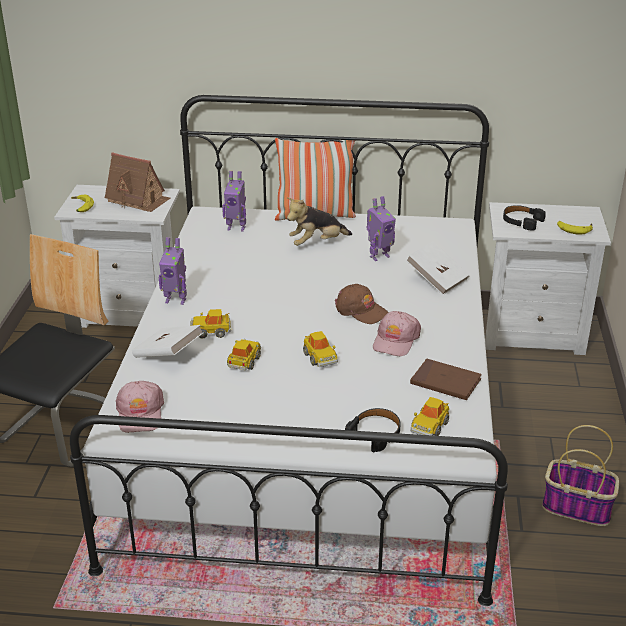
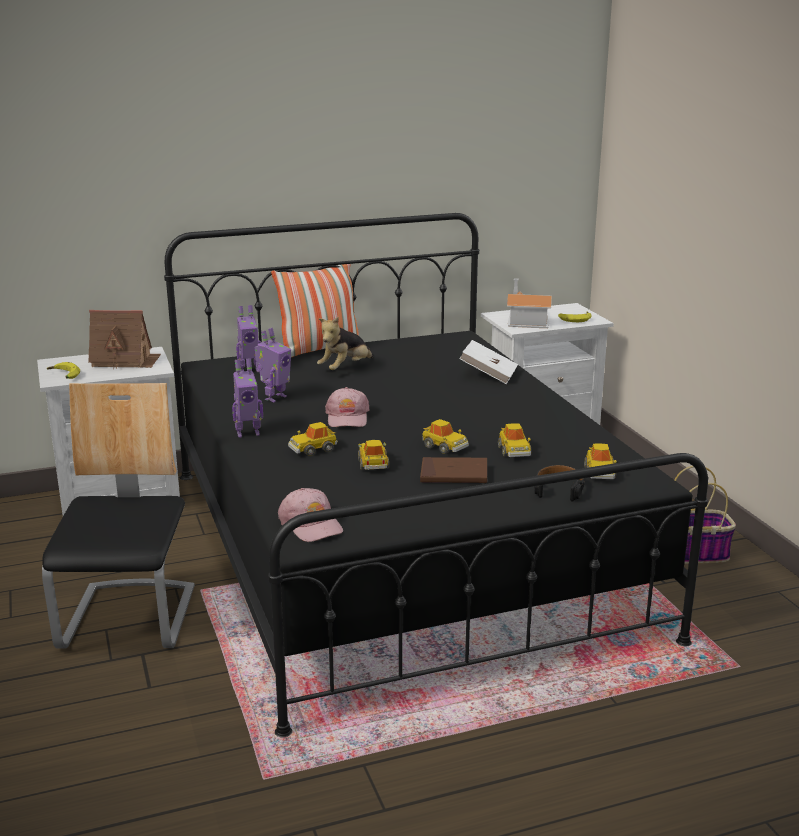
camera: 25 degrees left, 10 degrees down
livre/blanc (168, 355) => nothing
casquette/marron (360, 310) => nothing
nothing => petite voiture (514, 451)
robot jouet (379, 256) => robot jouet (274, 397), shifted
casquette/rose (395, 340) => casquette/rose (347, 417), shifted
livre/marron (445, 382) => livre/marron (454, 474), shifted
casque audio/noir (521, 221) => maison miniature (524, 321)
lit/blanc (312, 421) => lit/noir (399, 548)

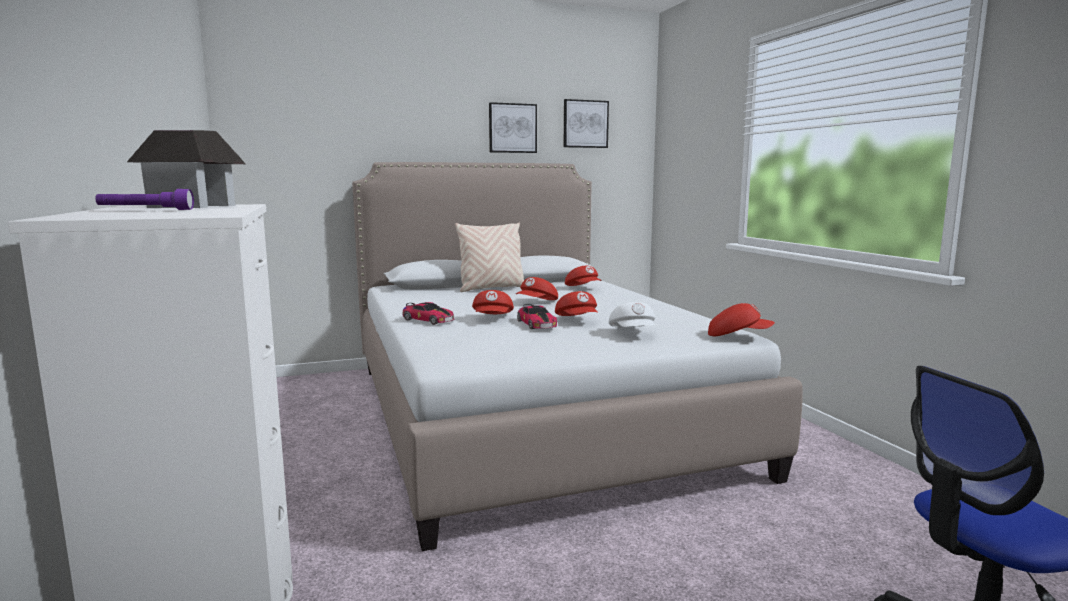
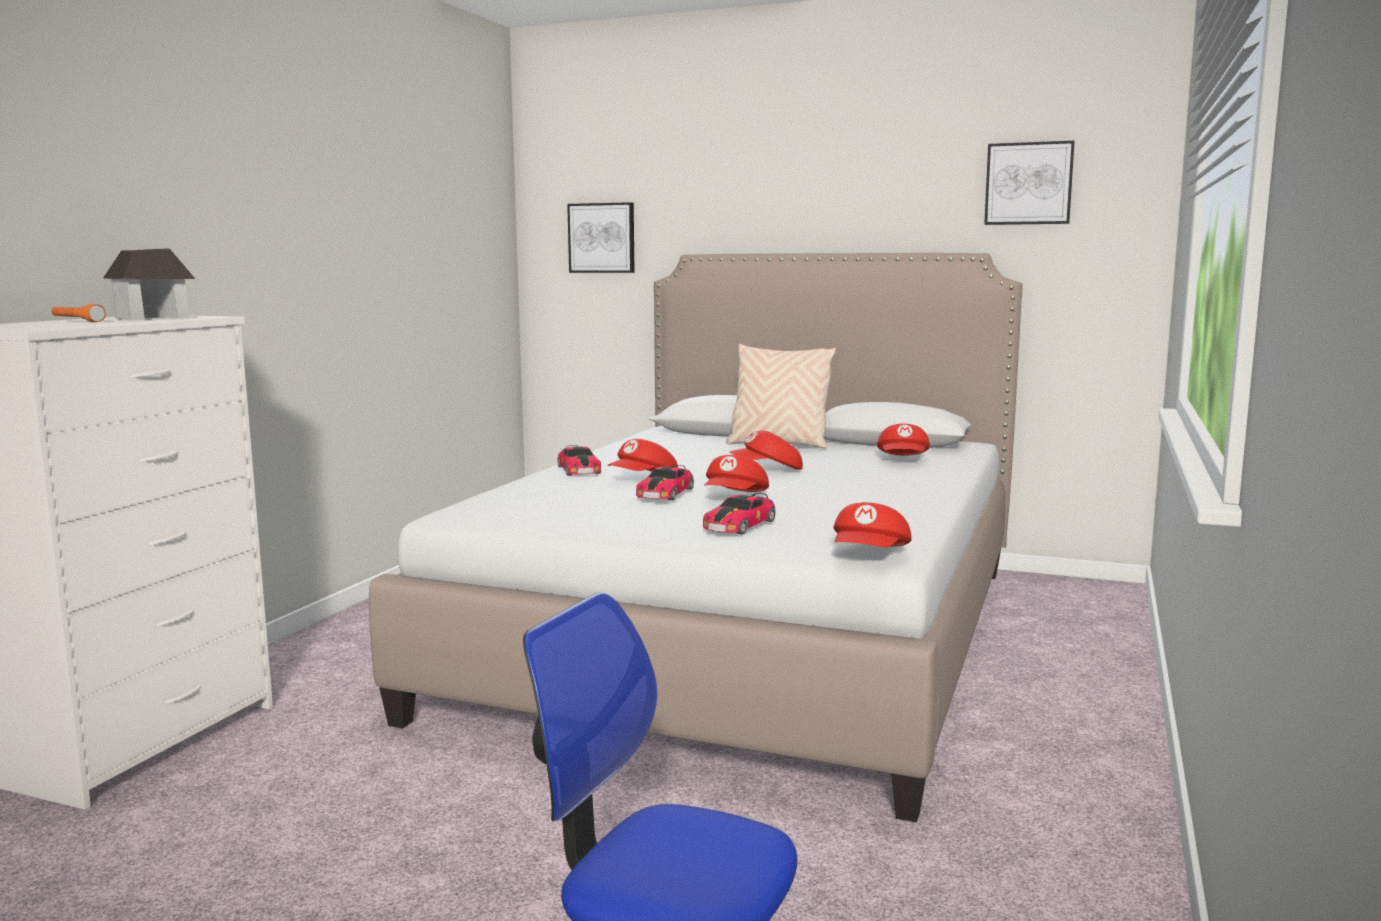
camera: 40 degrees right, 0 degrees up
tableau (512, 128) => tableau (602, 238), shifted
casquette/blanc (633, 333) => petite voiture (740, 525)
lampe de poche/violet (145, 210) => lampe de poche/orange (77, 321)
casquette/rouge (738, 336) => casquette/rouge (870, 556), 60 degrees clockwise

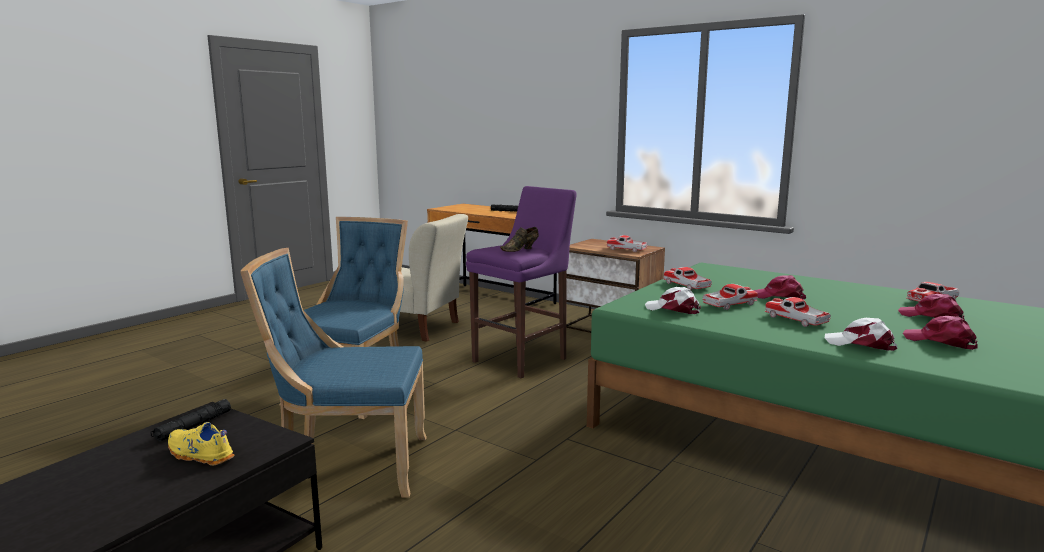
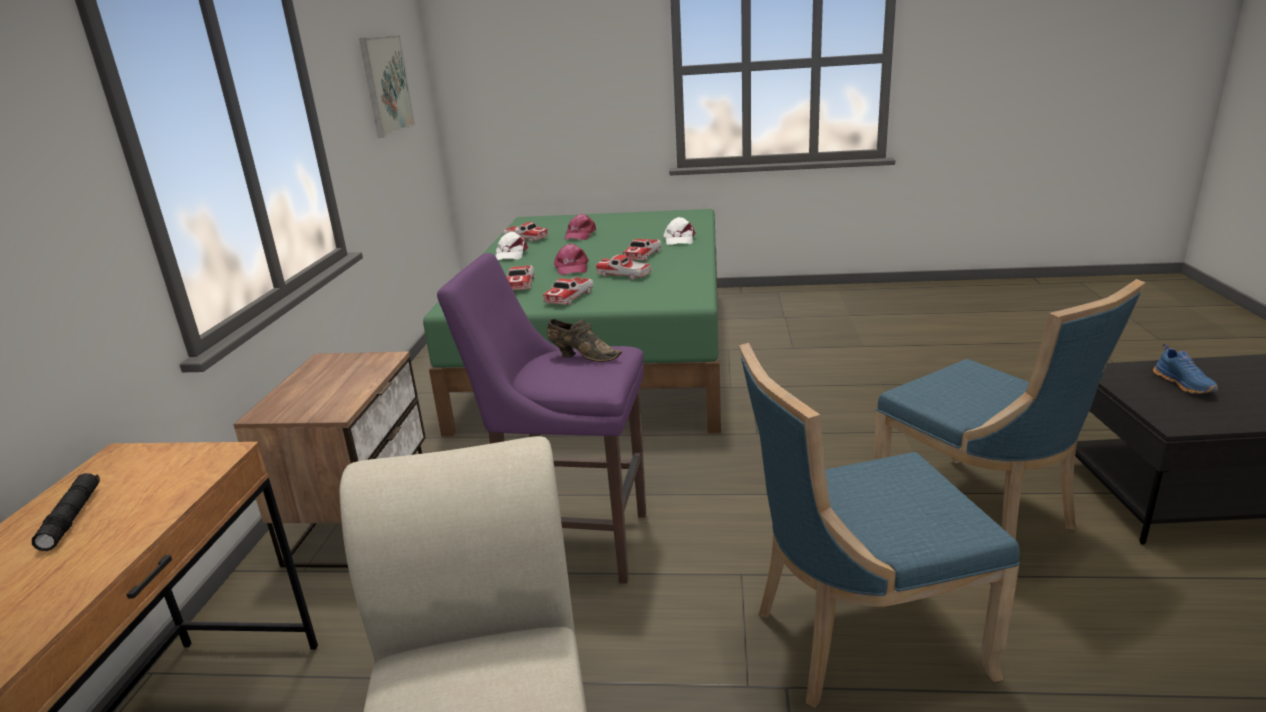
camera: 120 degrees left, 10 degrees up
lampe de poche/noir (193, 426) => nothing
casquette/rose (940, 341) => nothing
nothing => tableau (386, 85)
petite voiture (626, 249) => petite voiture (520, 284), shifted
casquette/blanc (673, 309) => casquette/blanc (511, 254), shifted
chaussure/jaune (199, 455) => chaussure/bleu (1185, 384)

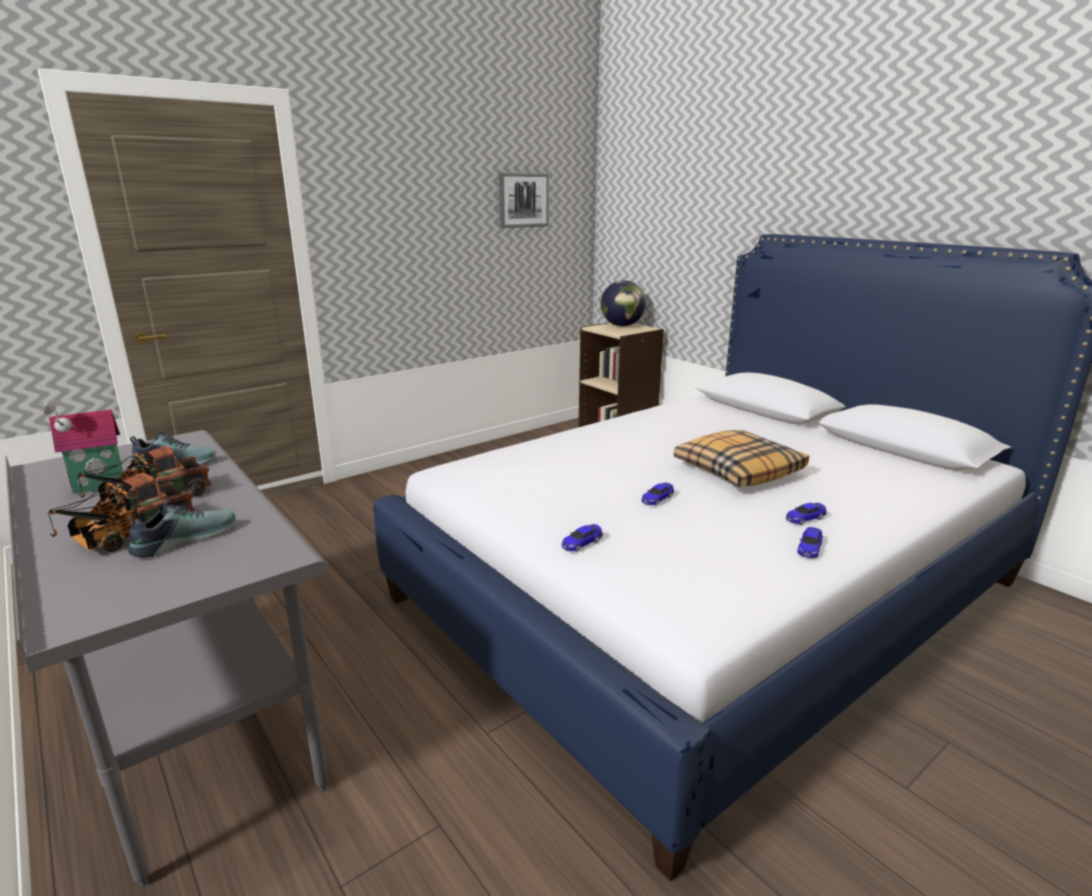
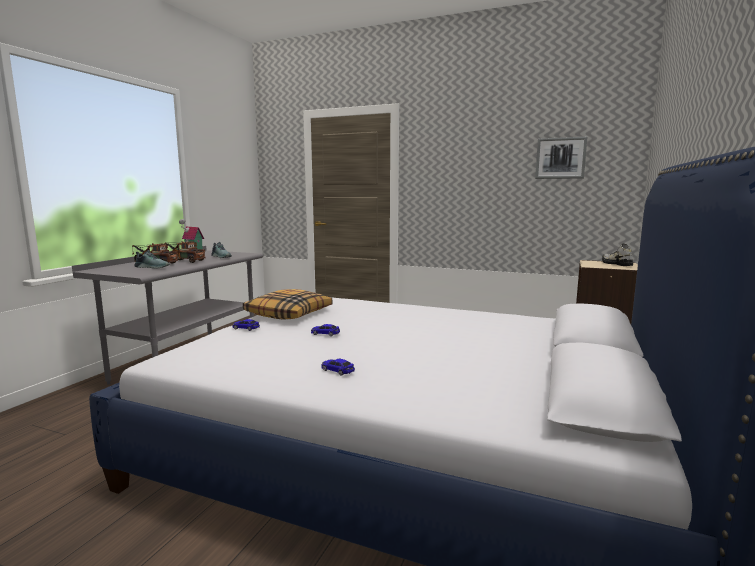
camera: 60 degrees right, 10 degrees down
petite voiture (809, 548) => nothing
coussin (737, 470) => coussin (289, 314), shifted
globe (622, 326) => chaussure (616, 264)

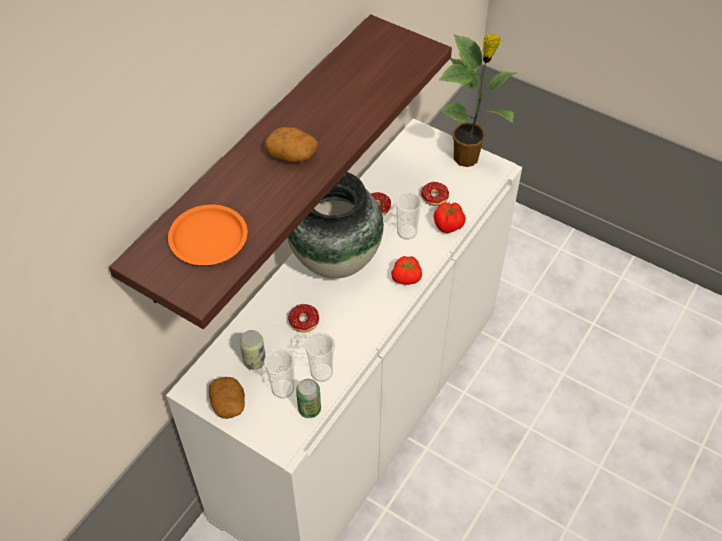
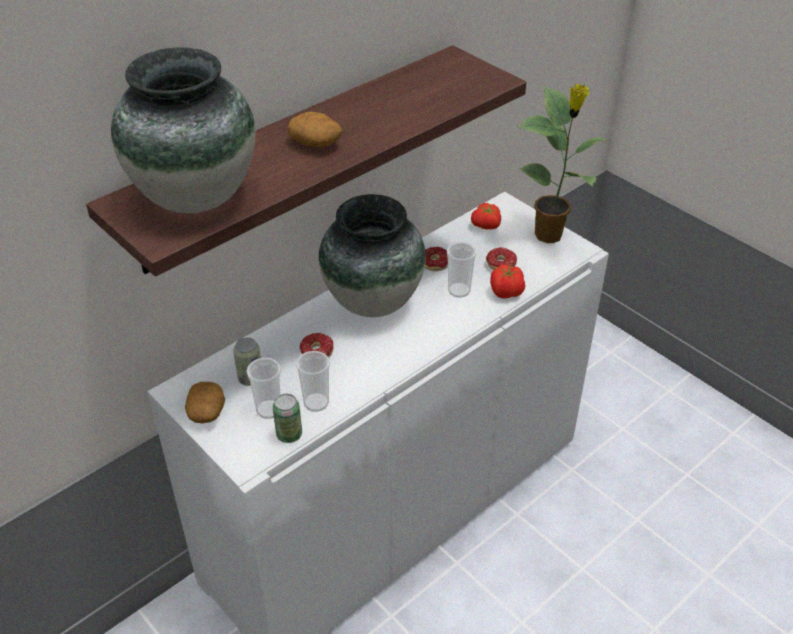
camera: 15 degrees right, 10 degrees down
tomate (407, 277) => tomate (487, 225), shifted
assiette/orange (209, 238) => vase (196, 196)

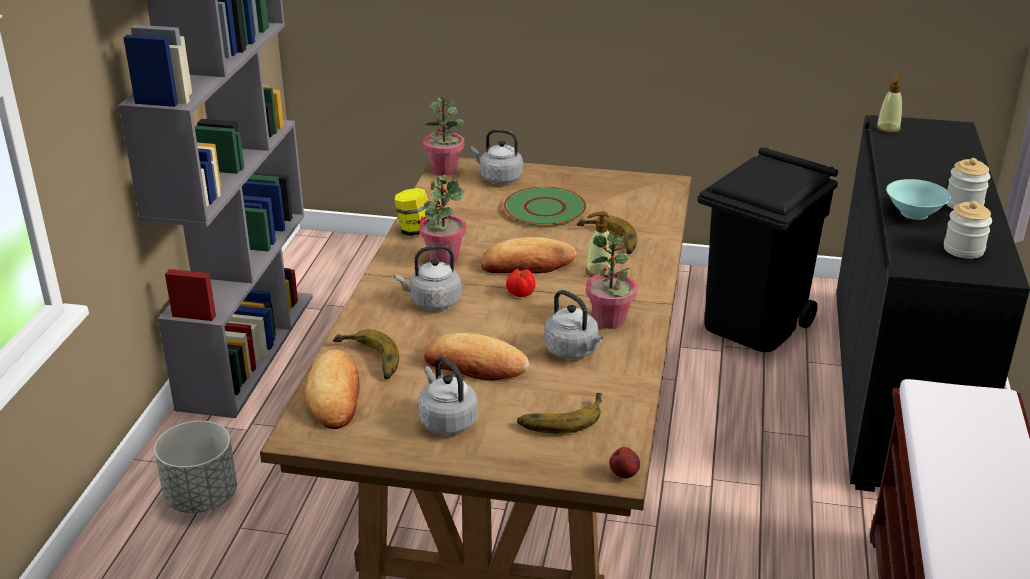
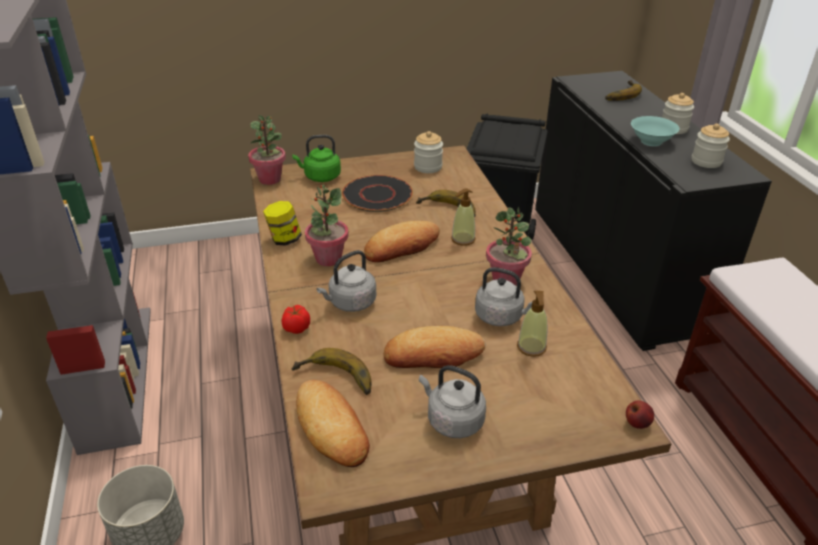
camera: 25 degrees left, 5 degrees up
nothing => bocal (428, 167)
tomate (520, 293) => tomate (296, 328), shifted
banane (560, 416) => banane (619, 94), shifted
distributeur de savon (888, 129) => distributeur de savon (531, 347), shifted
bouilloire/gris (499, 178) => bouilloire/vert (320, 177)
assiette/vert (545, 208) => assiette/noir (378, 195)

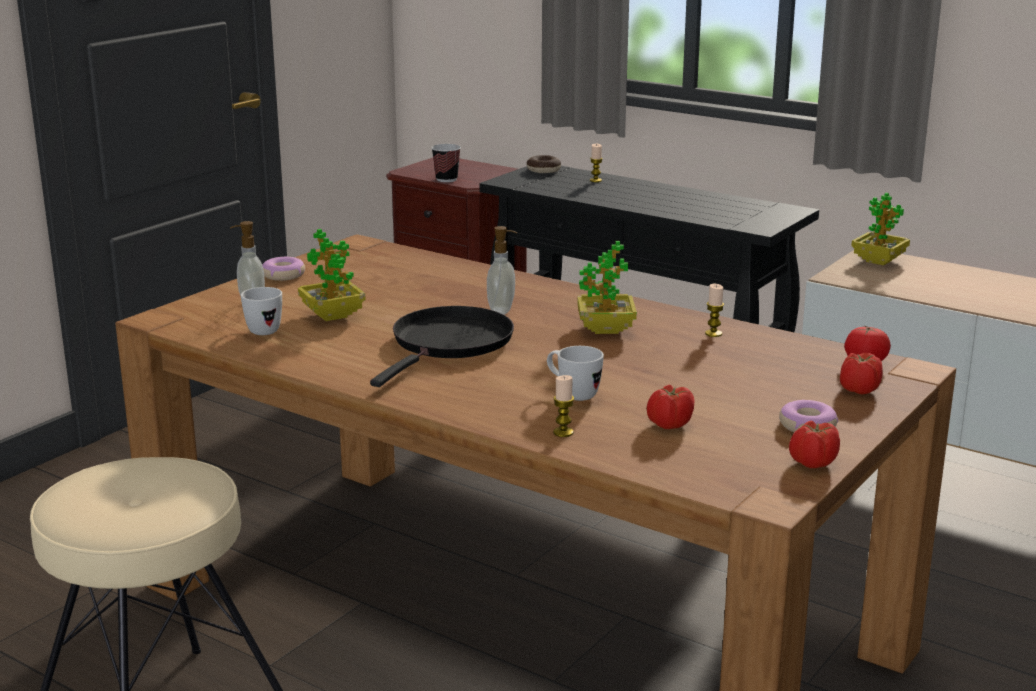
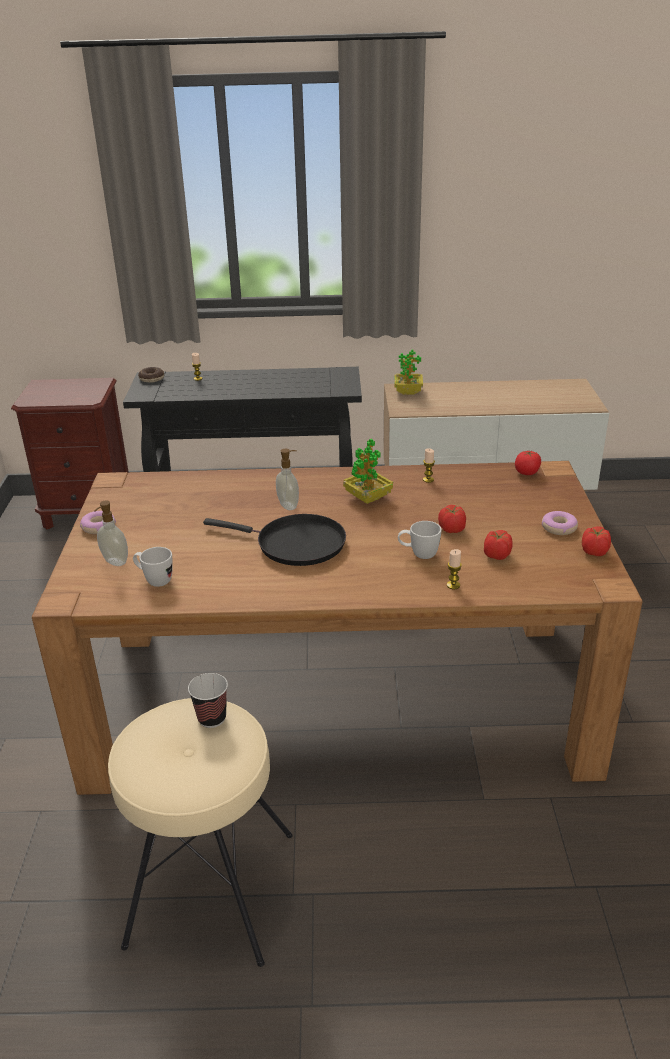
camera: 35 degrees left, 10 degrees up
plante en pot (332, 315) => nothing
tasse (446, 179) => tasse (212, 718), shifted
tomate (858, 390) => tomate (451, 529), shifted
poêle/noir (449, 344) => poêle/noir (295, 544), 120 degrees clockwise

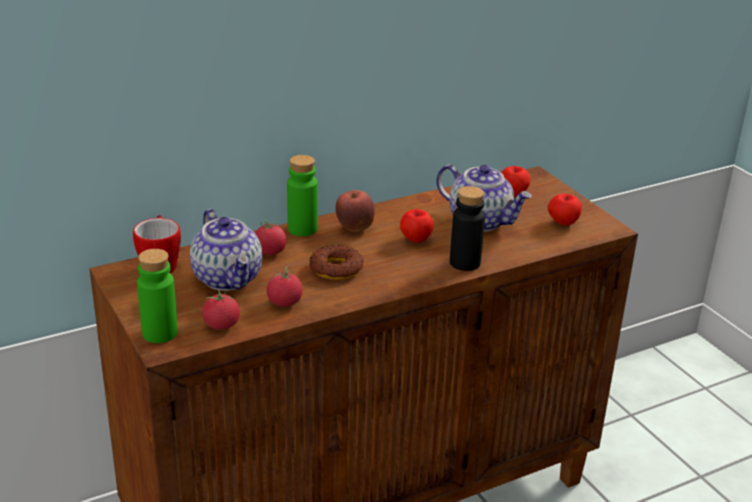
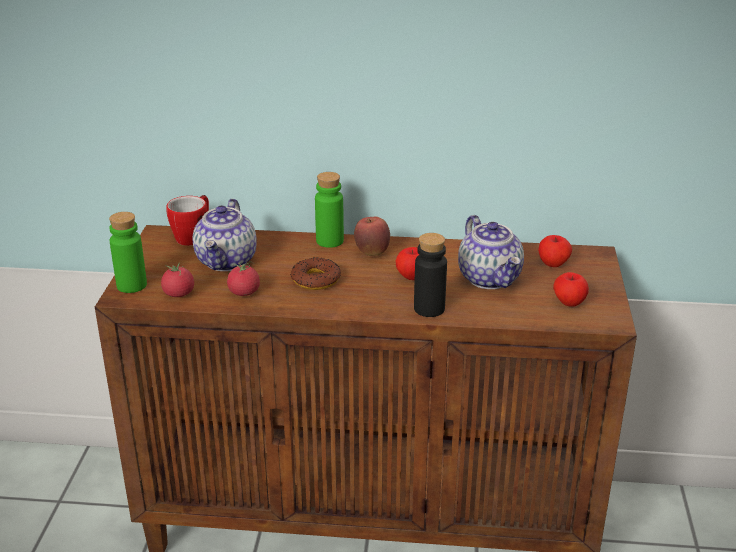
camera: 35 degrees right, 0 degrees up
tomate (270, 252) => nothing

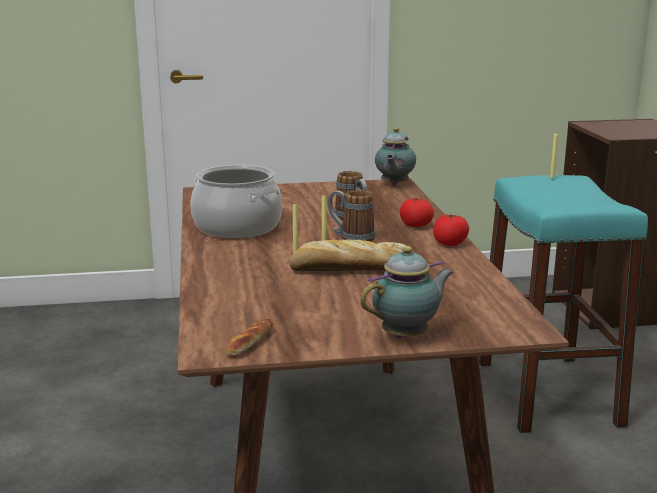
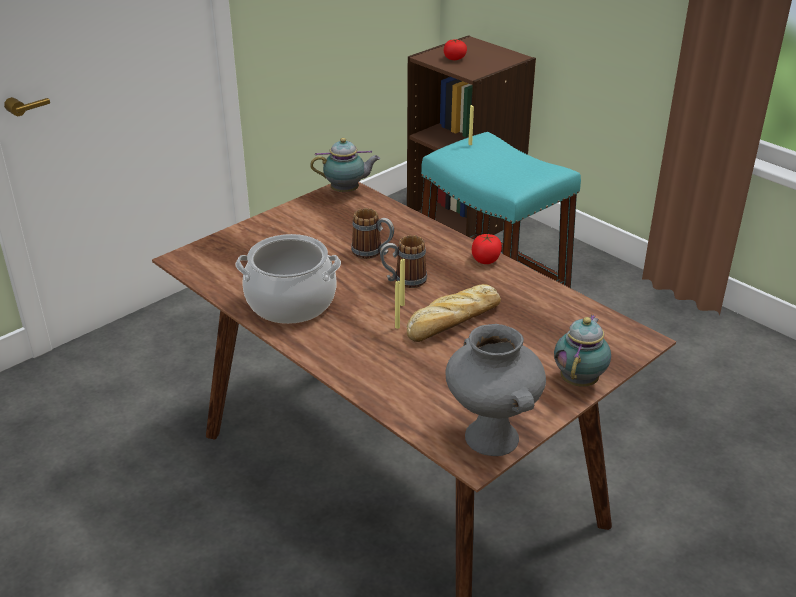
camera: 35 degrees left, 15 degrees up
tomate (415, 225) => tomate (454, 59), shifted
pain (250, 342) => vase/gris (489, 437)
théière (393, 185) => théière (347, 191), 75 degrees counterclockwise

